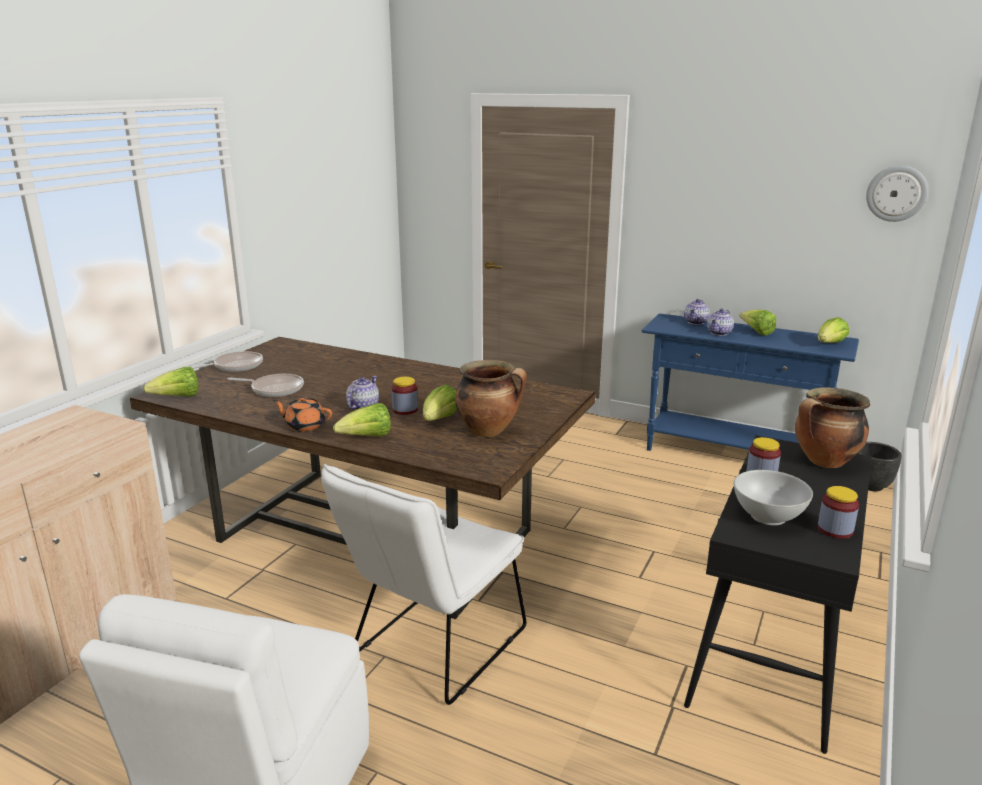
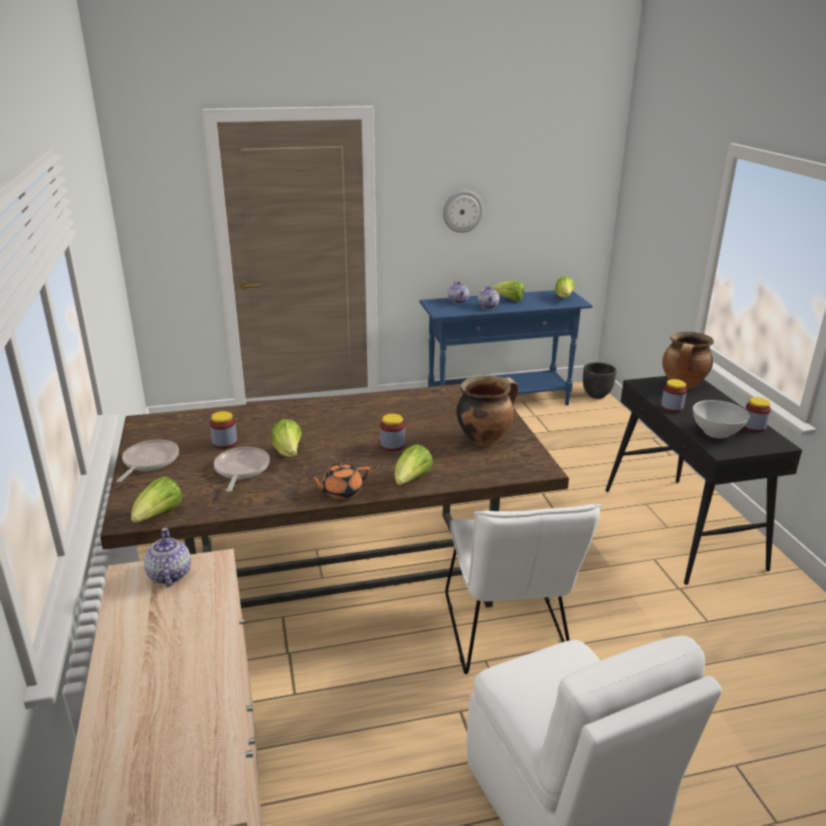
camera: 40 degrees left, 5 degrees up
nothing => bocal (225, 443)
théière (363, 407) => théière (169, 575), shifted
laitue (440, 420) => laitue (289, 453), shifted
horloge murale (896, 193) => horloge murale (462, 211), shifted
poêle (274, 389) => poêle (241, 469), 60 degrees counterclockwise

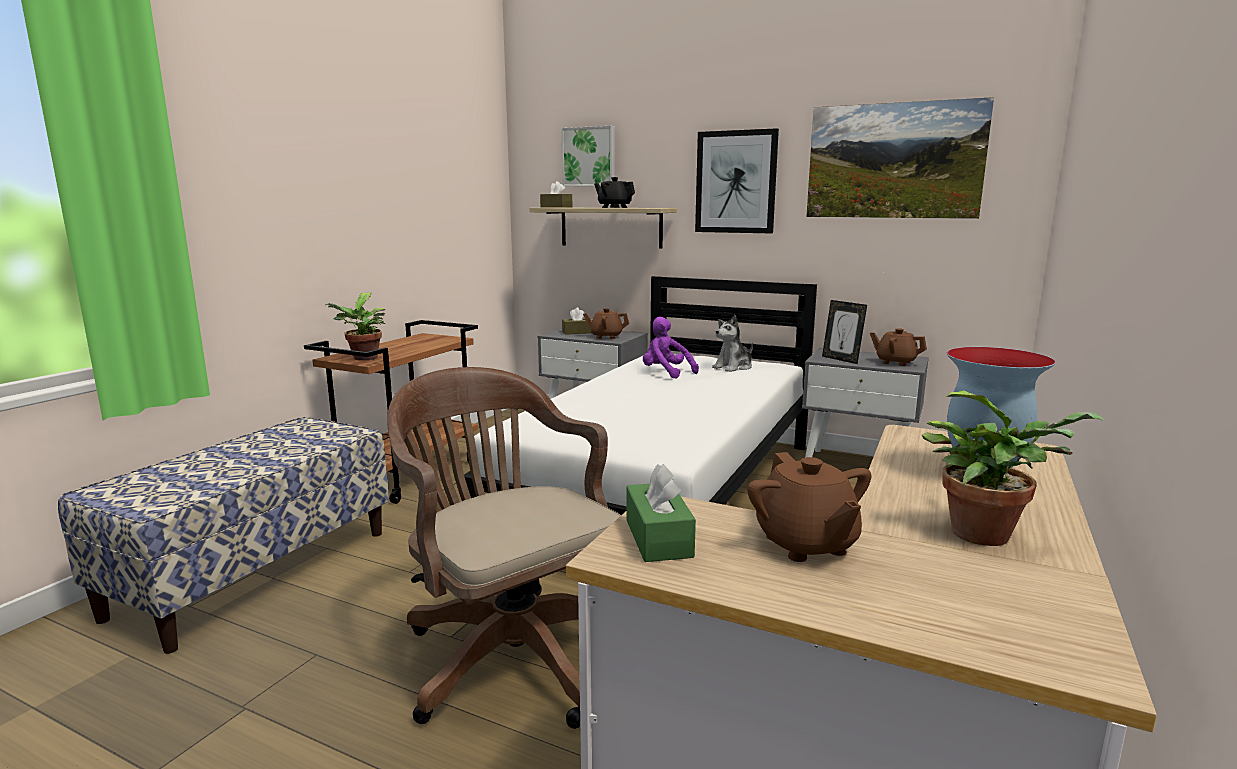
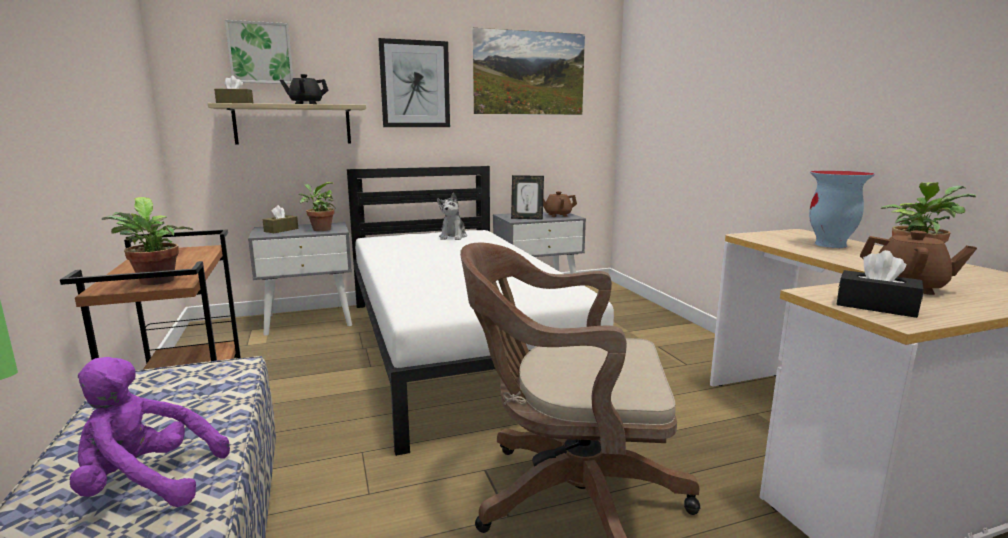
camera: 45 degrees left, 0 degrees up
peluche/violet (666, 373) => peluche/violet (146, 484), shifted
théière/marron (606, 337) => plante en pot (319, 229)
boîte à mouchoirs/vert (658, 538) => boîte à mouchoirs/noir (876, 306)

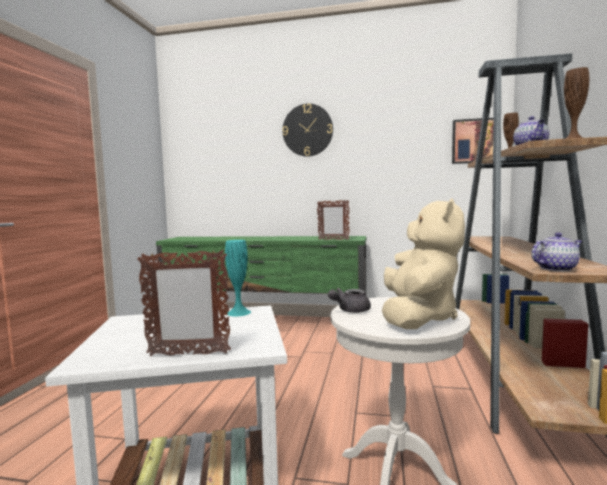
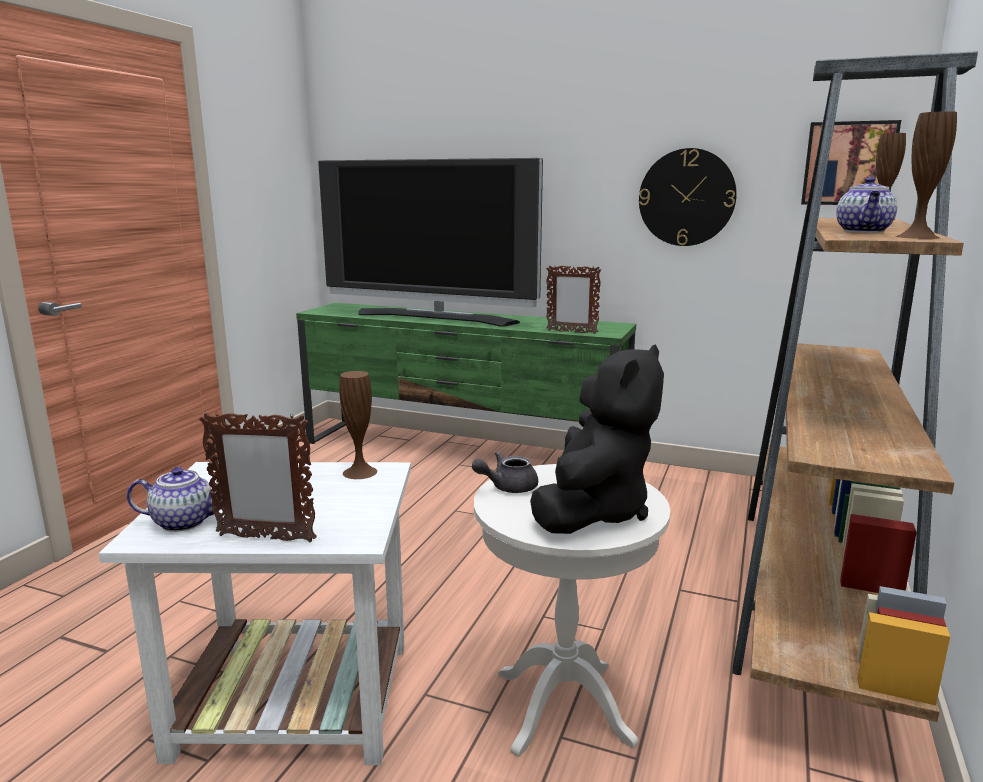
camera: 10 degrees right, 10 degrees up
nothing => téléviseur (435, 317)
horloge murale (307, 130) => horloge murale (686, 197), shifted
théière (556, 269) => théière (185, 522), shifted
vase/turquoise (238, 312) => vase/marron (360, 472)
peluche/beige (418, 317) => peluche/noir (593, 511)

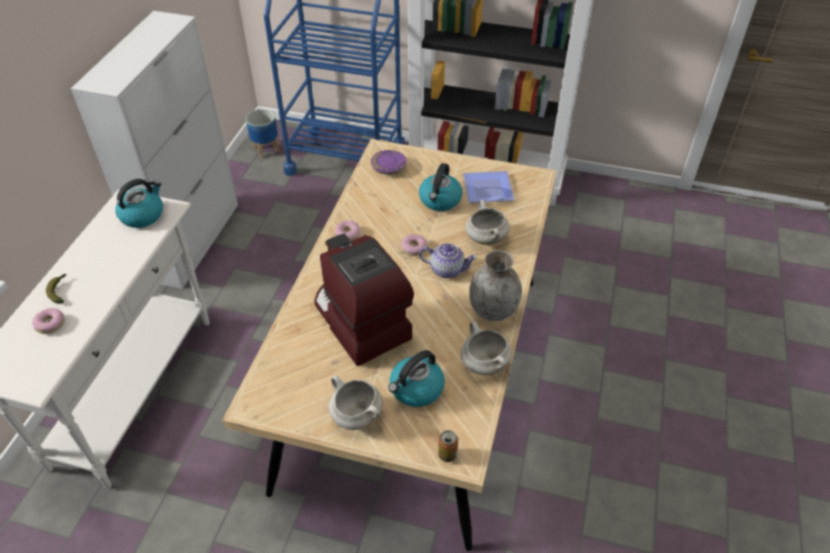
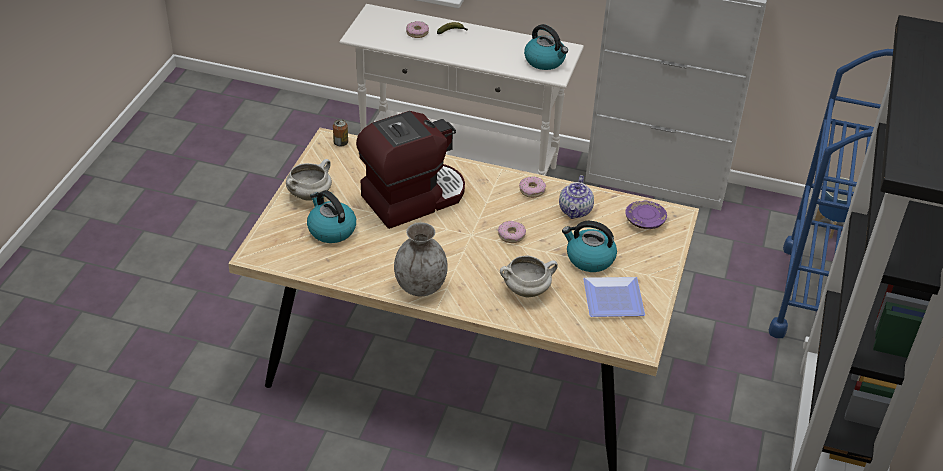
camera: 90 degrees right, 5 degrees down
marmite/blanc (483, 364) => nothing
théière (447, 269) => théière (575, 211), shifted
boîte métallique (447, 454) => boîte métallique (341, 143), shifted

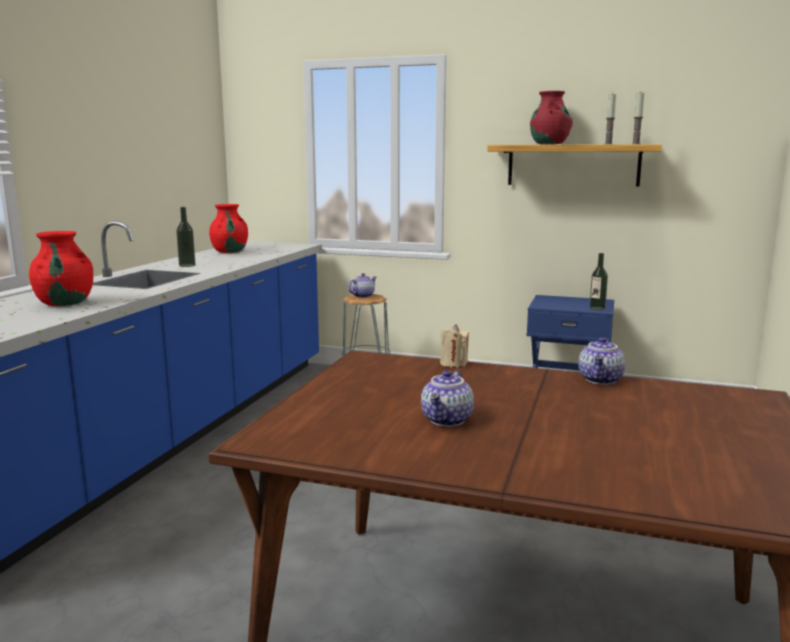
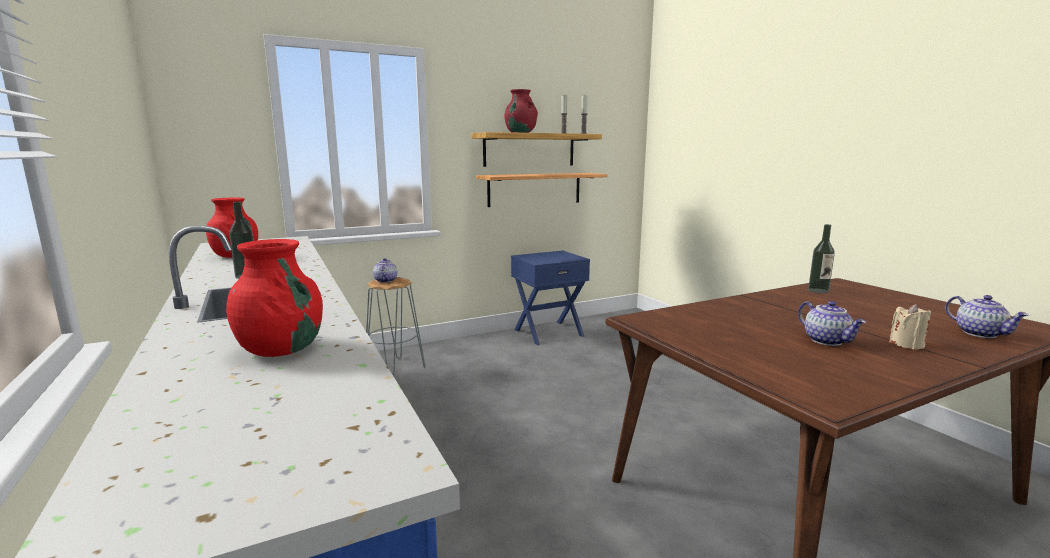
camera: 45 degrees left, 0 degrees up
nothing => étagère (535, 189)
bougie/beige (453, 363) => bougie/beige (907, 344), shifted
théière (601, 380) => théière (980, 333), shifted
bouteille (597, 308) => bouteille (818, 291), shifted

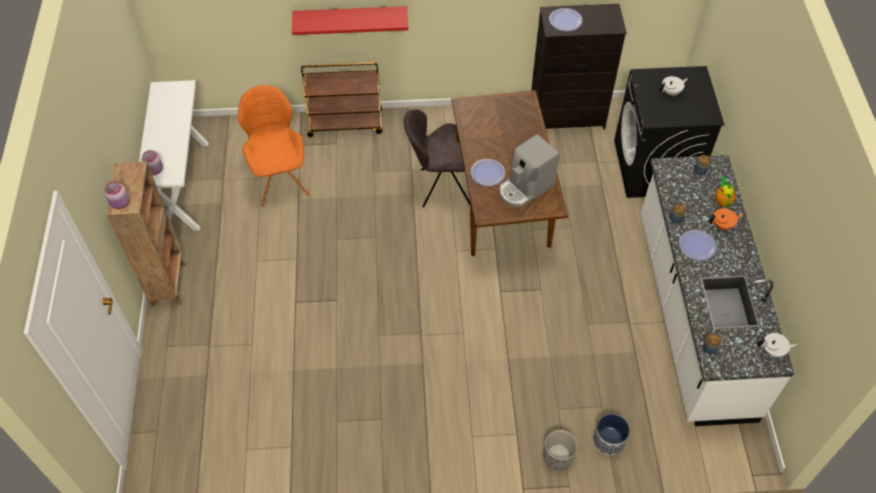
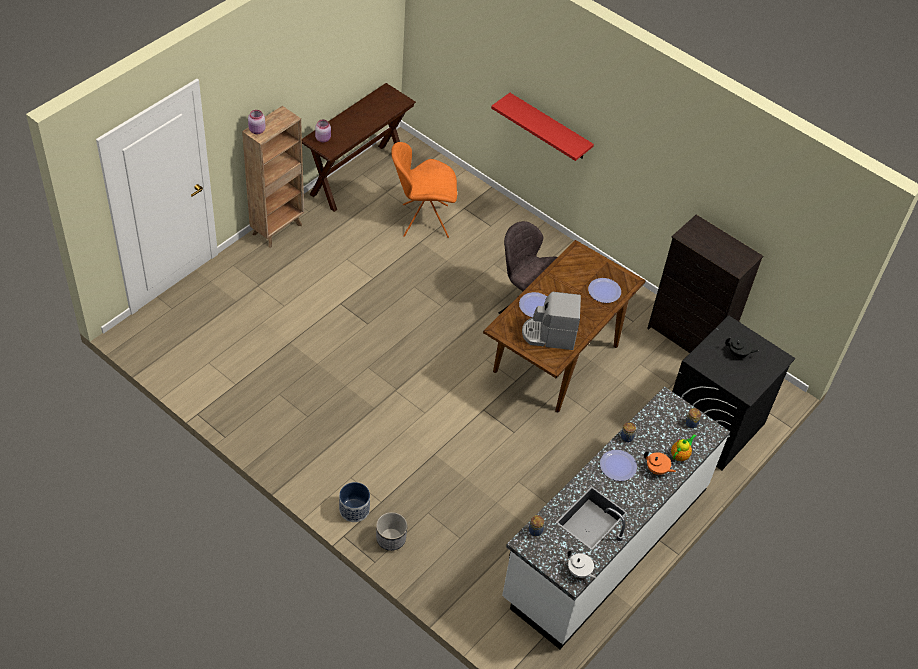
camera: 40 degrees right, 5 degrees down
chariot/marron (346, 123) => nothing
assiette (565, 20) => assiette (604, 291), shifted
cache-pot (609, 441) => cache-pot (354, 510), shifted
table console/blanc (185, 185) => table console/marron (358, 177)
théière/blanc (671, 92) => théière/noir (738, 353)
chaise/orange (280, 180) => chaise/orange (423, 221), 120 degrees counterclockwise

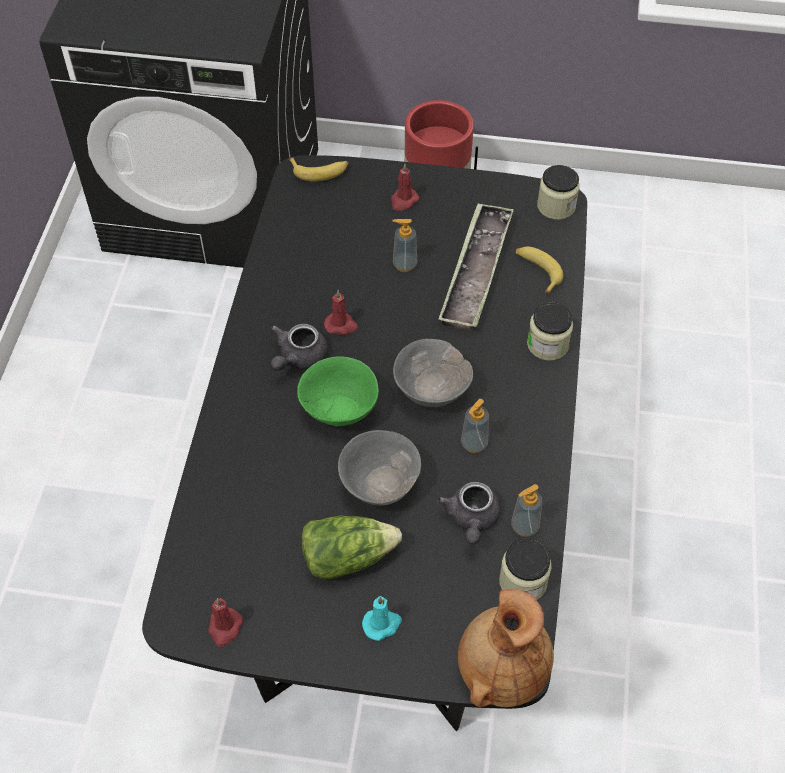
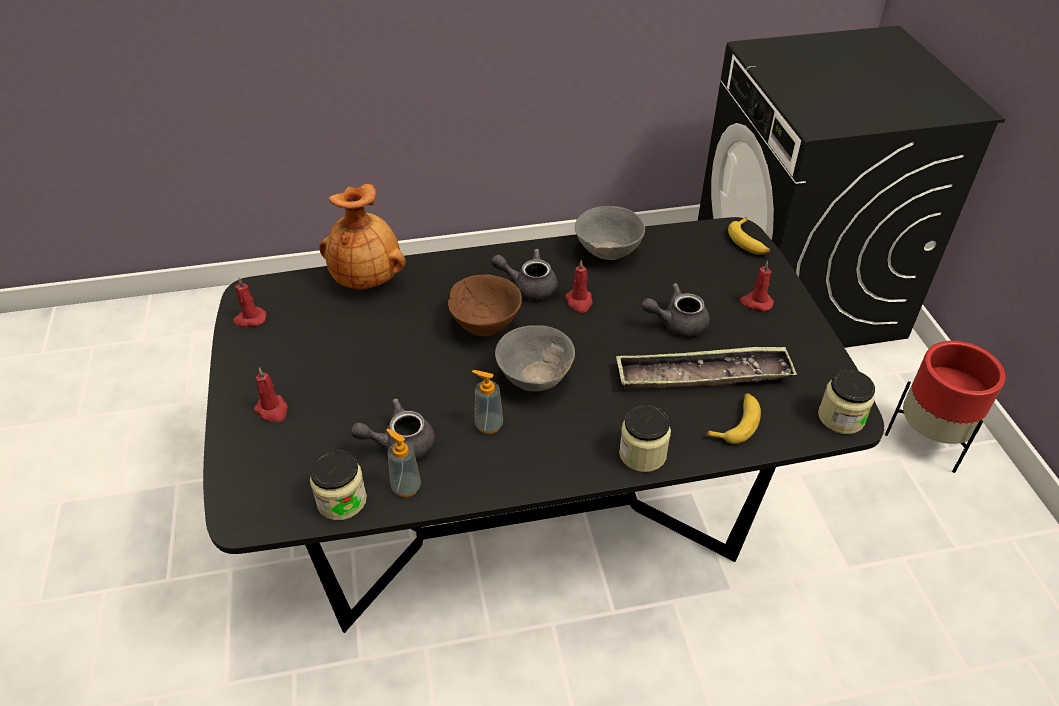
camera: 70 degrees right, 10 degrees down
laitue (347, 556) => nothing
bol/gris (380, 486) => bol/gris (607, 253), shifted
vase/marron (500, 671) => vase/marron (367, 278), shifted
distributeur de savon (404, 264) => théière/gris (677, 323)
bol/vert (339, 411) => bol/marron (484, 325)
bougie/turquoise (382, 624) => bougie/rouge (272, 410)

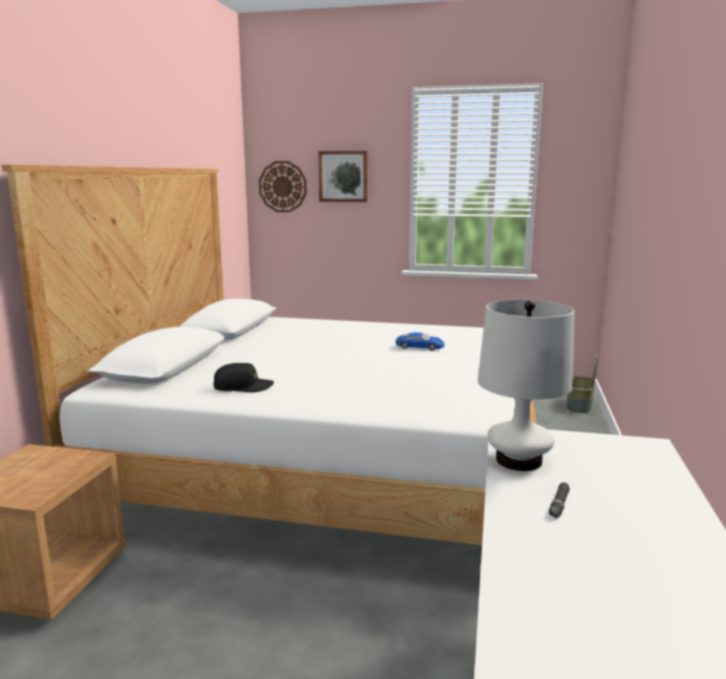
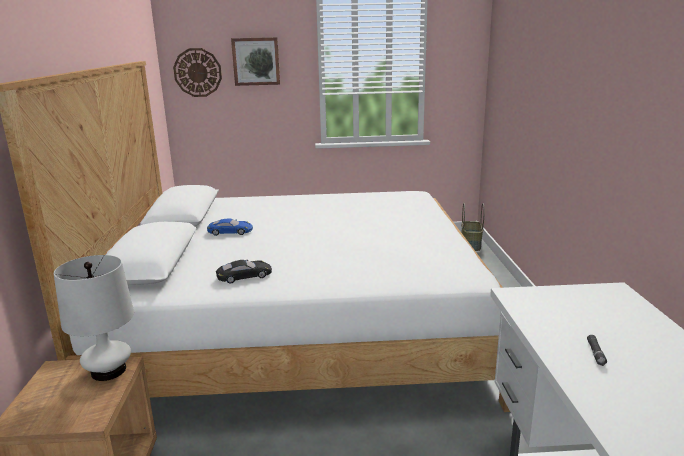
camera: 15 degrees left, 5 degrees up
petite voiture/bleu (419, 347) => petite voiture/bleu (230, 232), shifted
lampe de table/blanc (518, 460) => lampe de table/blanc (108, 371), shifted
casquette/noir (243, 387) => petite voiture/noir (244, 276)

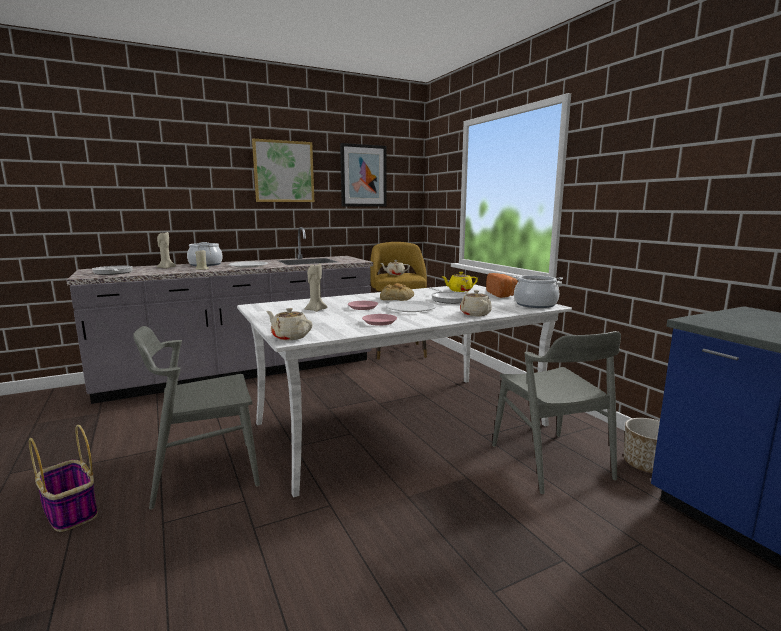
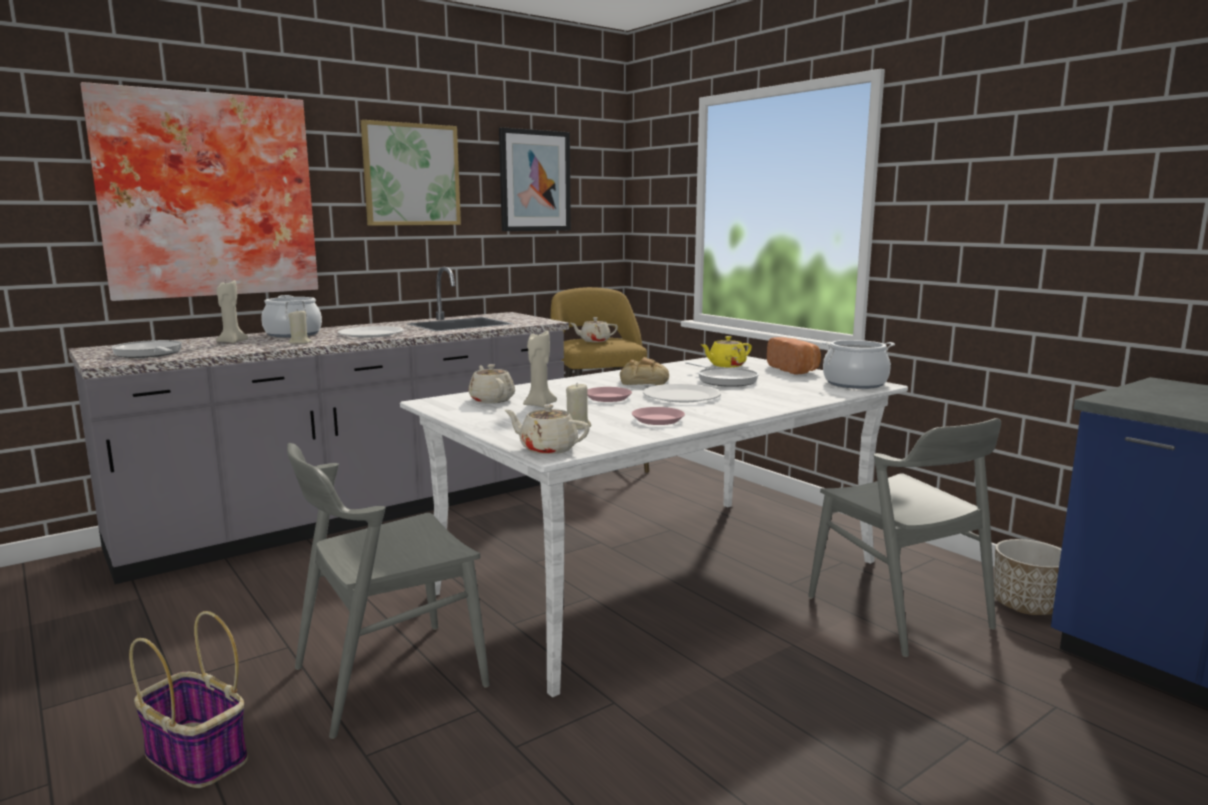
camera: 10 degrees left, 0 degrees up
nothing => tableau (208, 196)
nothing => bougie/beige (577, 426)
théière/beige (475, 314) => théière/beige (491, 400), shifted

